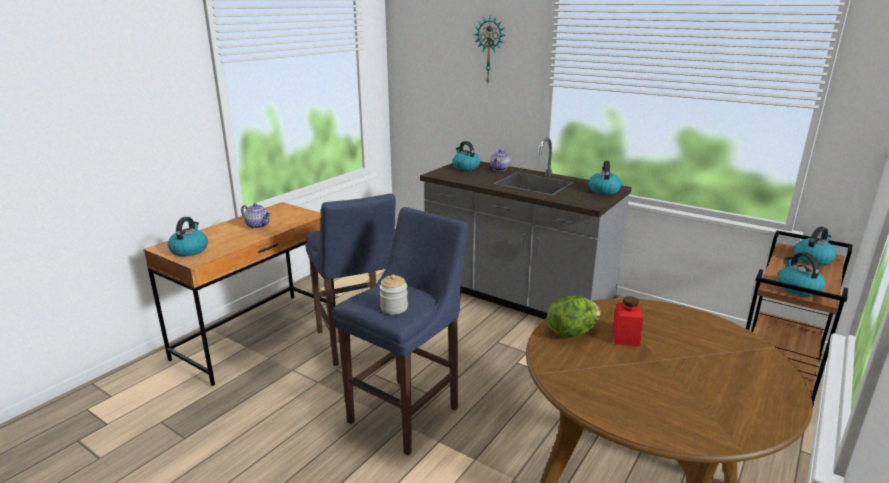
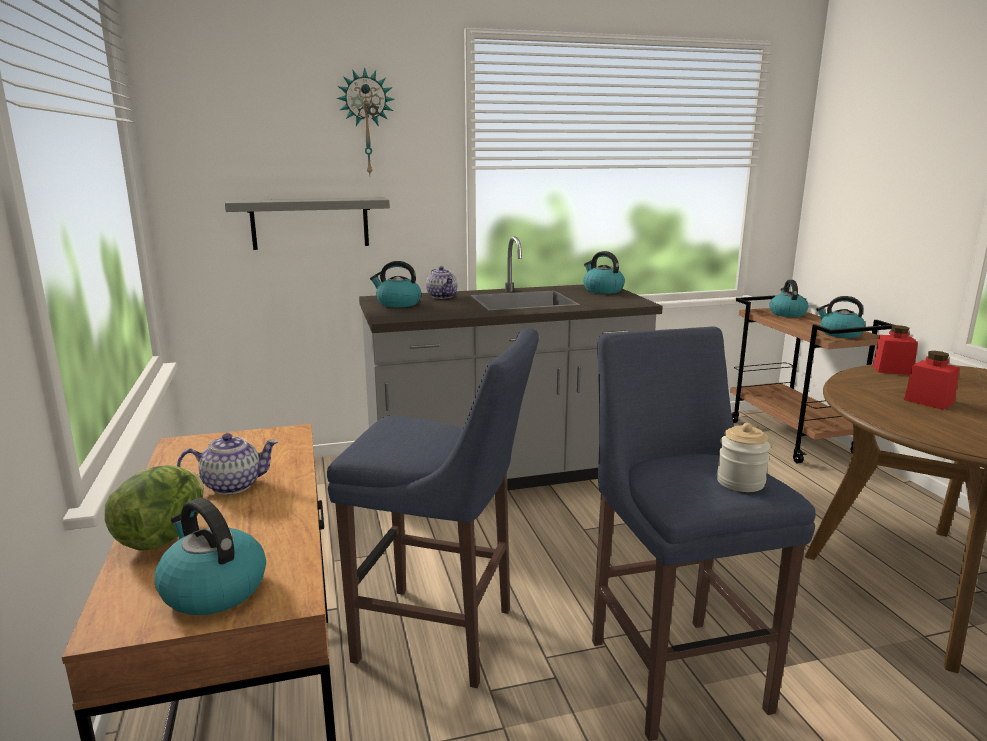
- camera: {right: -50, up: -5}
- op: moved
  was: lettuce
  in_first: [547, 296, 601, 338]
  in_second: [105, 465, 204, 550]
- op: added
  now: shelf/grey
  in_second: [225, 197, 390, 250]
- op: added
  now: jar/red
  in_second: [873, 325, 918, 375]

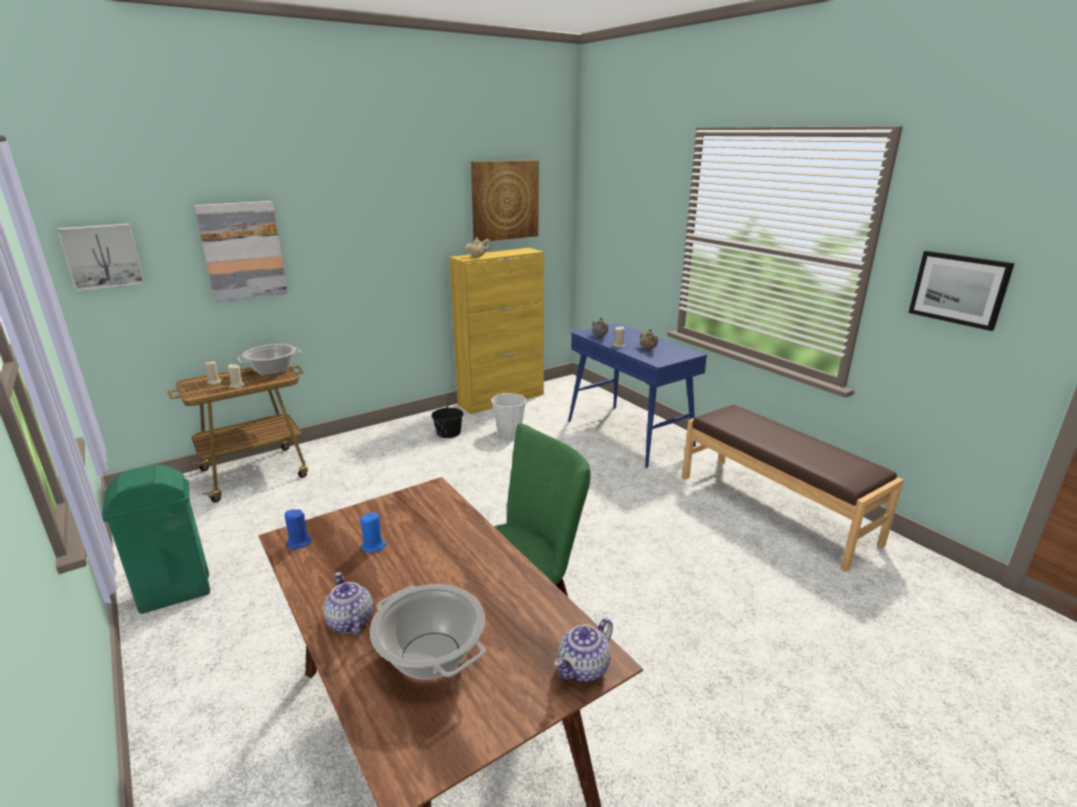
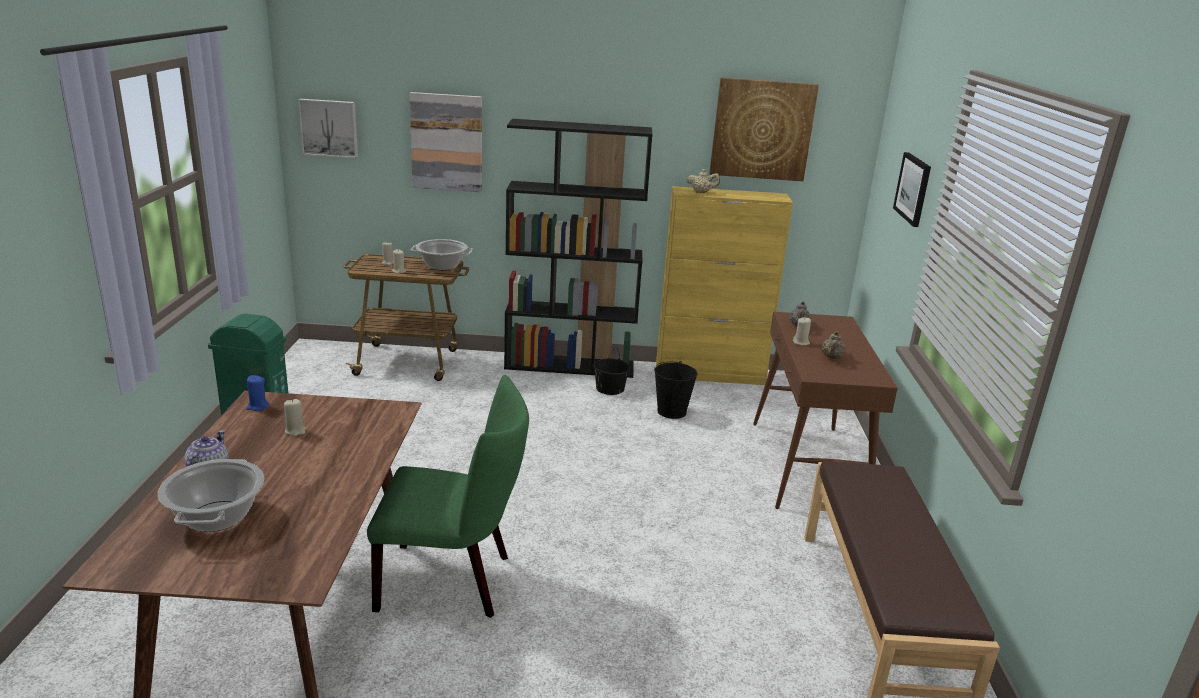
- camera: {right: 35, up: 0}
- op: moved
  was: picture
  in_first: [908, 251, 1015, 331]
  in_second: [893, 152, 931, 227]
- op: recoloured
  was: console table/blue
  now: console table/brown
  in_first: [568, 323, 707, 468]
  in_second: [753, 312, 898, 509]
- op: recoloured
  was: bucket/white
  now: bucket/black
  in_first: [491, 392, 526, 438]
  in_second: [654, 361, 697, 419]
- op: recoloured
  was: candle/blue
  now: candle/beige
  in_first: [360, 513, 387, 552]
  in_second: [284, 399, 306, 436]
- op: removed
  was: teapot
  in_first: [554, 618, 613, 682]
- op: added
  now: bookcase/black
  in_second: [504, 119, 653, 378]

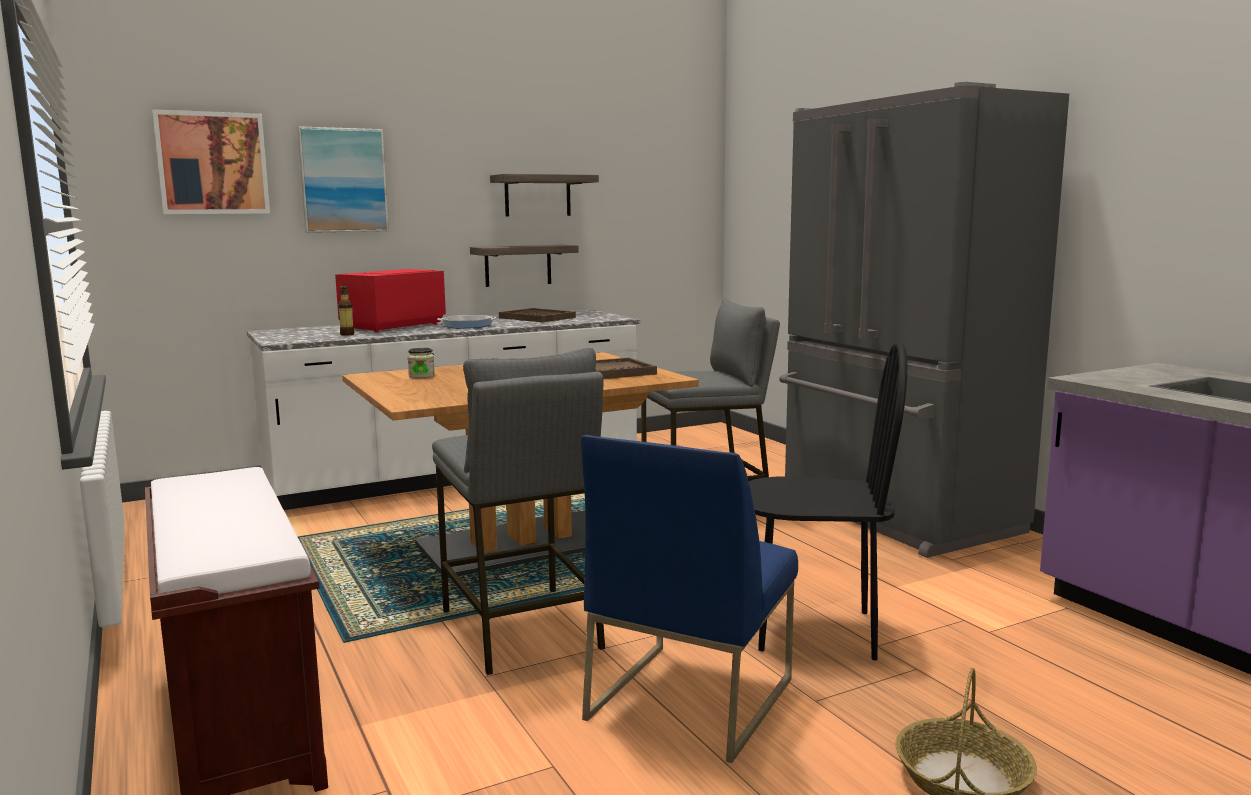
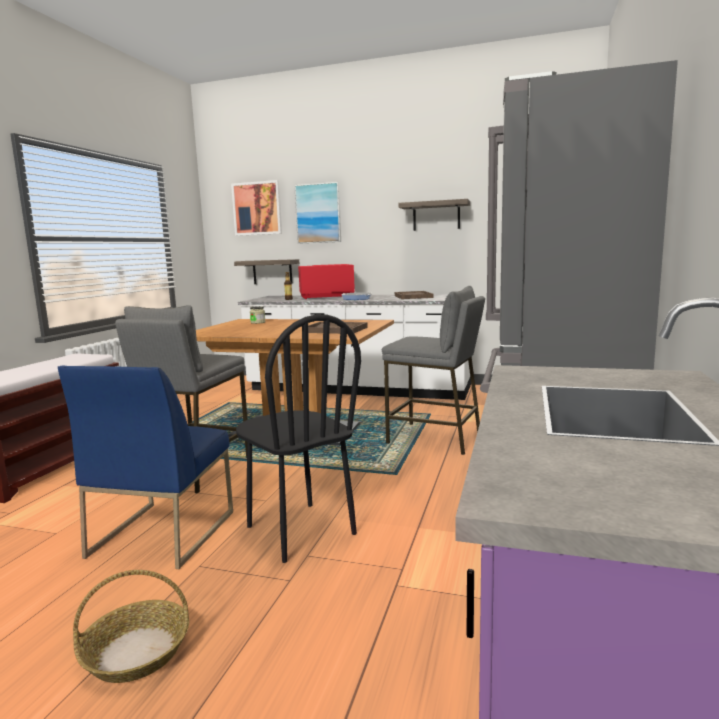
- camera: {right: 45, up: 0}
- op: moved
  was: shelf
  in_first: [470, 245, 579, 287]
  in_second: [234, 259, 299, 284]
- op: turned
  was: chair/blue
  in_first: [581, 435, 798, 763]
  in_second: [58, 366, 233, 569]
  clockwise: -60

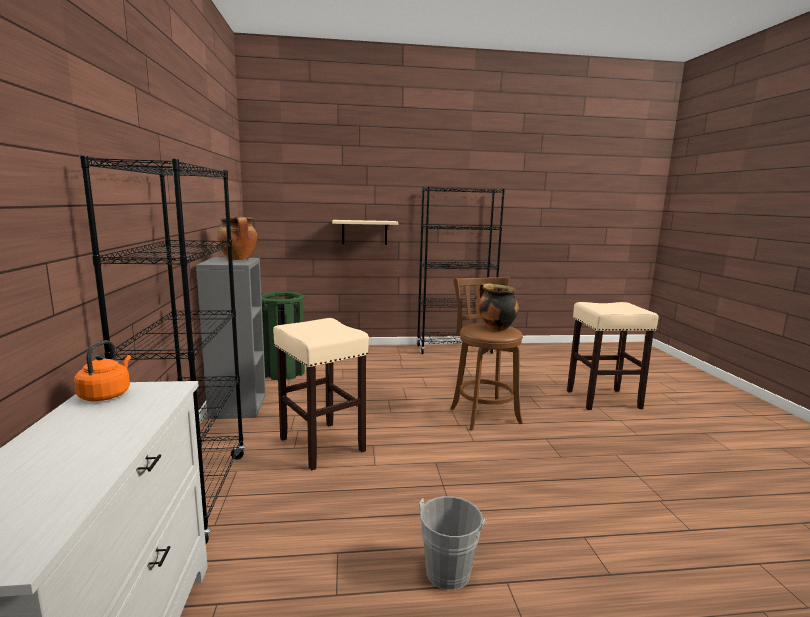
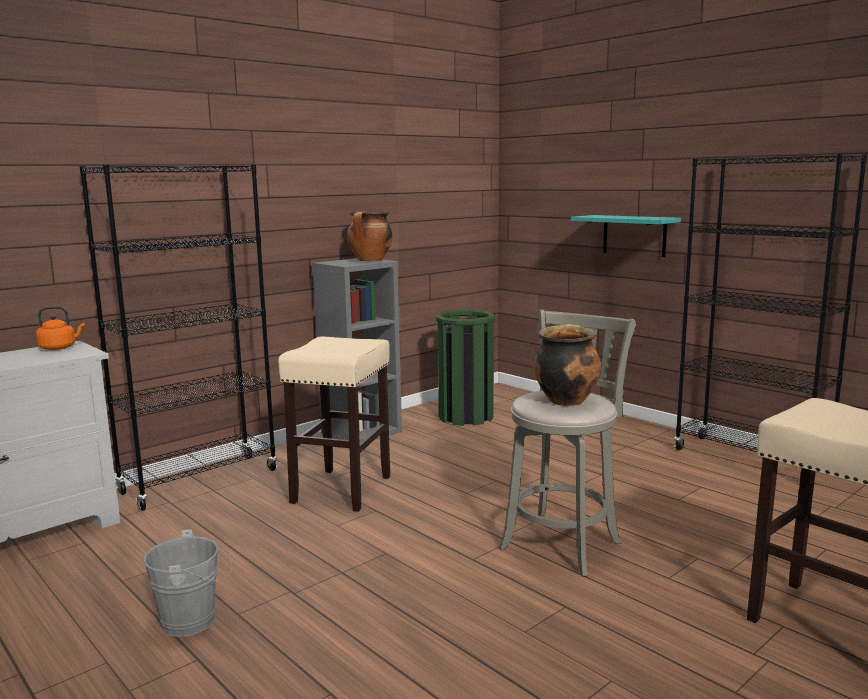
- camera: {right: 55, up: 0}
- op: recoloured
  was: shelf/beige
  now: shelf/turquoise
  in_first: [332, 220, 399, 245]
  in_second: [571, 215, 681, 257]
- op: recoloured
  was: stool/brown
  now: stool/grey
  in_first: [450, 276, 523, 431]
  in_second: [499, 310, 636, 577]

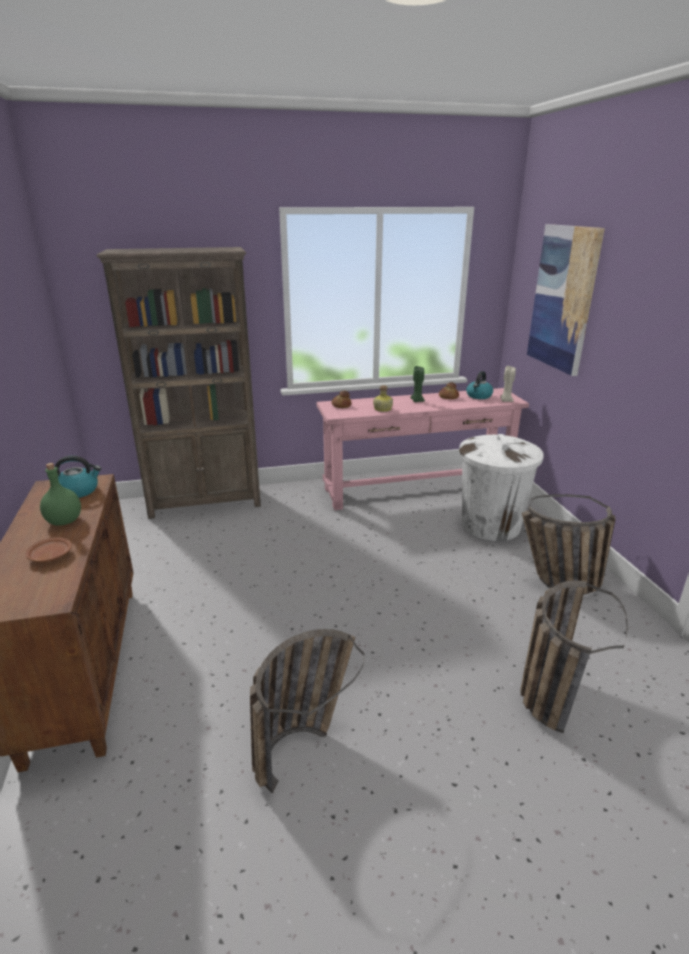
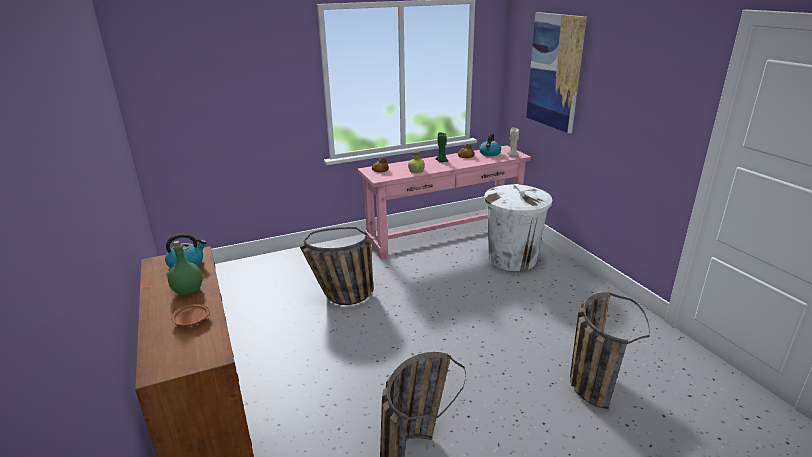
- camera: {right: -10, up: 0}
- op: removed
  was: bookcase/brown
  in_first: [97, 247, 261, 519]
- op: moved
  was: basket
  in_first: [522, 494, 616, 595]
  in_second: [299, 227, 374, 305]

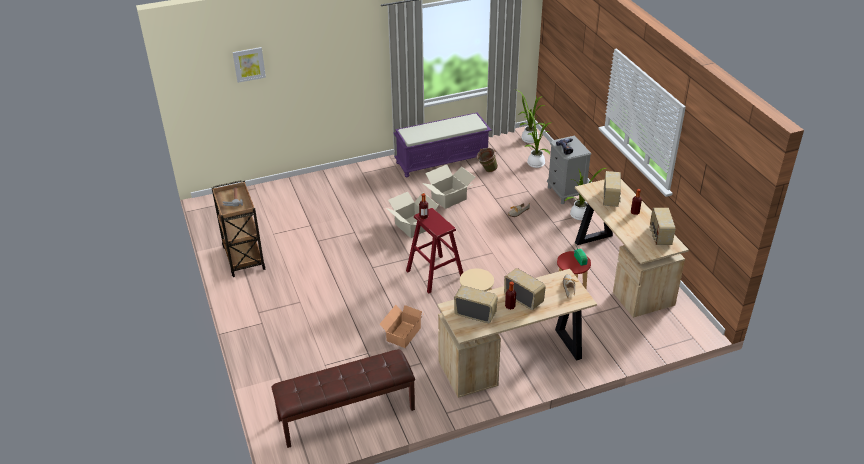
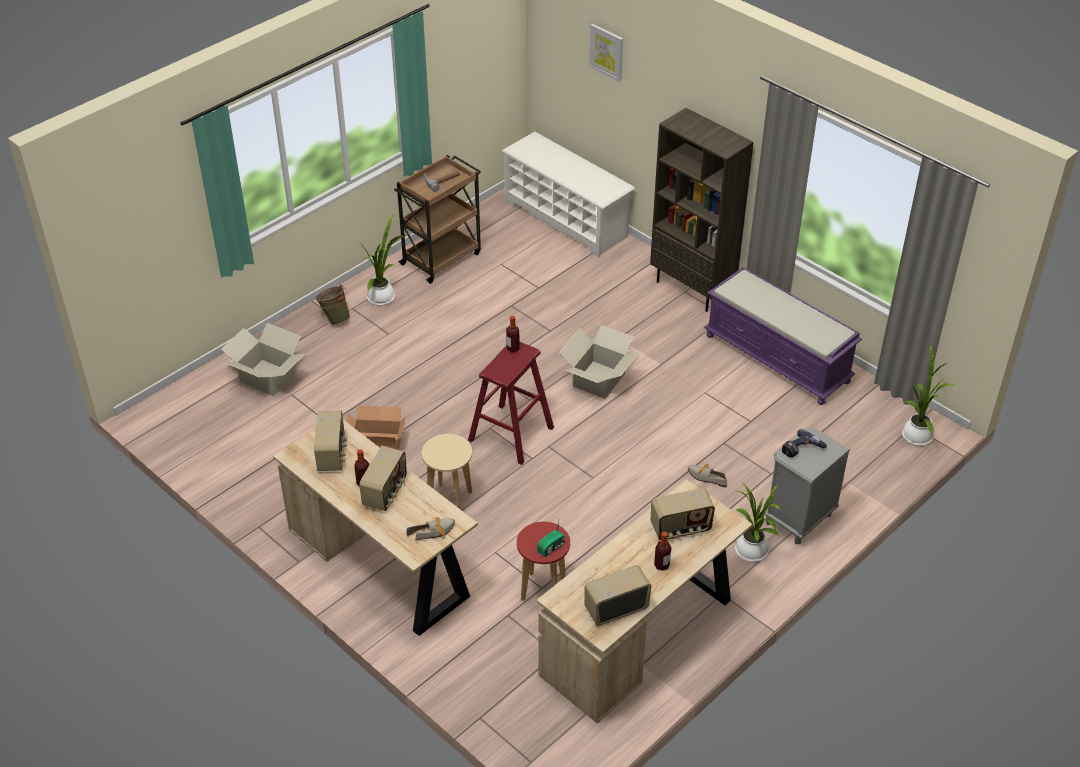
- camera: {right: 65, up: 5}
- op: moved
  was: potted plant
  in_first: [524, 109, 552, 168]
  in_second: [357, 215, 406, 306]
- op: moved
  was: bucket/green
  in_first: [477, 148, 498, 172]
  in_second: [316, 284, 350, 325]
- op: moved
  was: cardboard box
  in_first: [422, 165, 475, 209]
  in_second: [221, 323, 306, 396]
- op: removed
  was: bench/brown
  in_first: [271, 349, 415, 448]
- op: added
  now: bookcase/brown
  in_second: [650, 108, 754, 312]
- op: added
  now: shoe rack/white
  in_second: [502, 132, 635, 258]

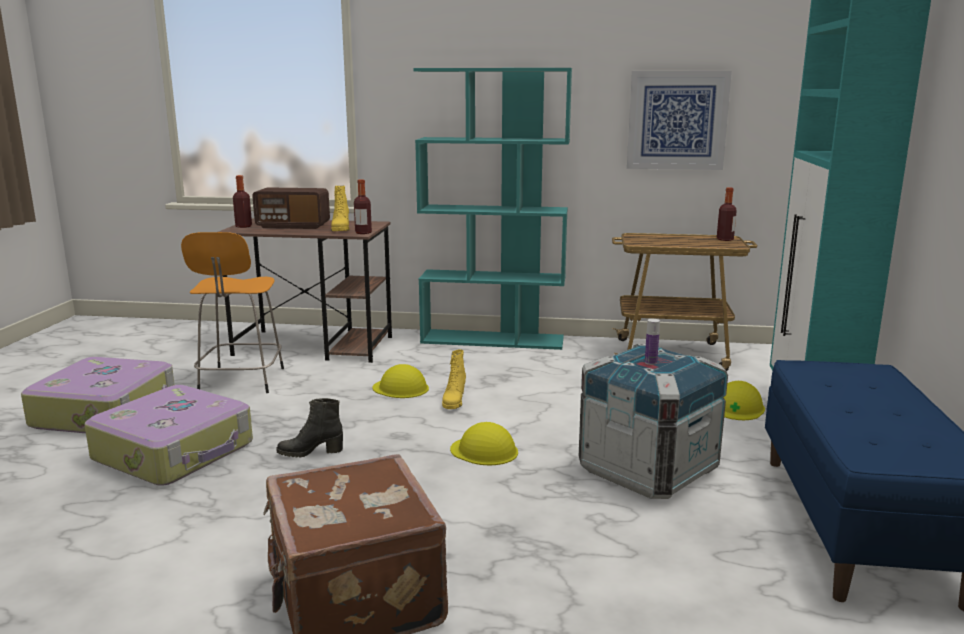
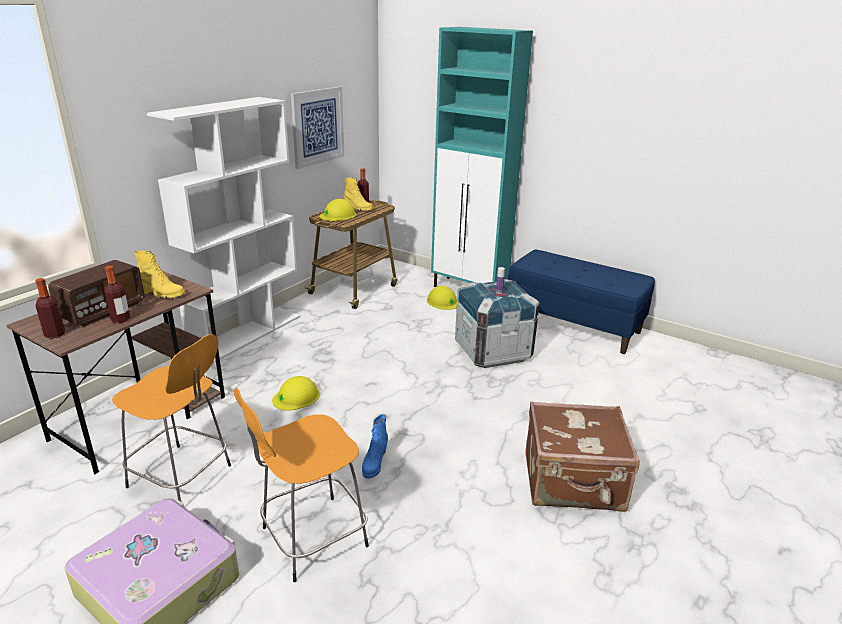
- camera: {right: -65, up: 10}
- op: recoloured
  was: bookcase/turquoise
  now: bookcase/white
  in_first: [413, 68, 572, 350]
  in_second: [147, 97, 300, 364]
- op: moved
  was: bottle
  in_first: [354, 179, 372, 234]
  in_second: [104, 265, 130, 323]
- op: moved
  was: boot/yellow
  in_first: [442, 350, 466, 409]
  in_second: [344, 177, 373, 211]
- op: replaced
  was: suitcase
  now: stool/orange
  in_first: [85, 385, 253, 486]
  in_second: [233, 388, 369, 582]
- op: recoloured
  was: boot/black
  now: boot/blue
  in_first: [277, 398, 343, 458]
  in_second: [362, 414, 388, 479]
- op: moved
  was: hard hat/yellow
  in_first: [450, 422, 518, 465]
  in_second: [319, 199, 357, 221]

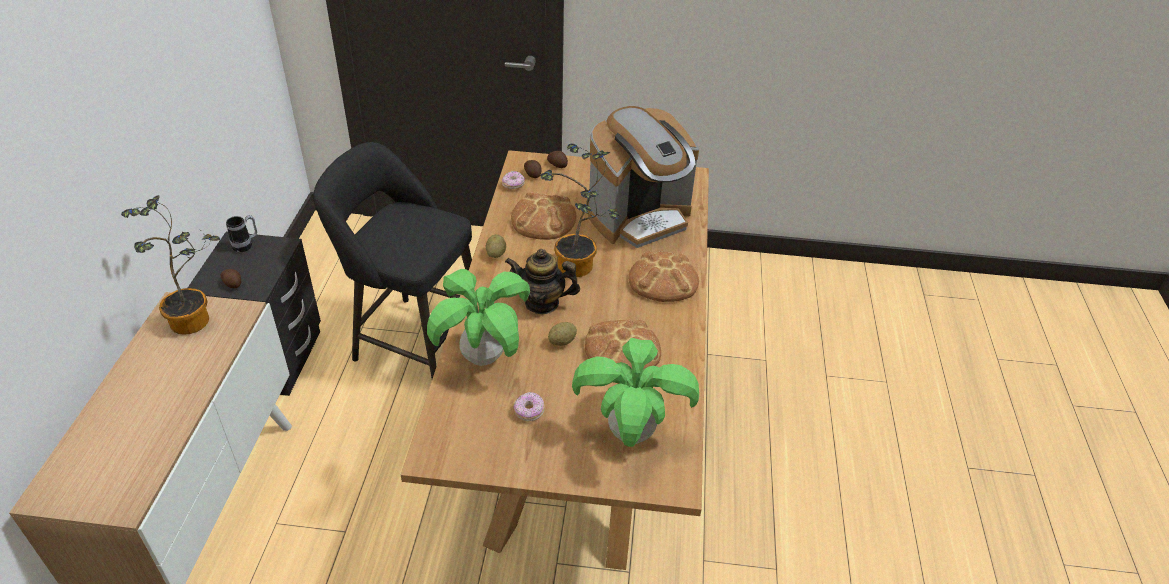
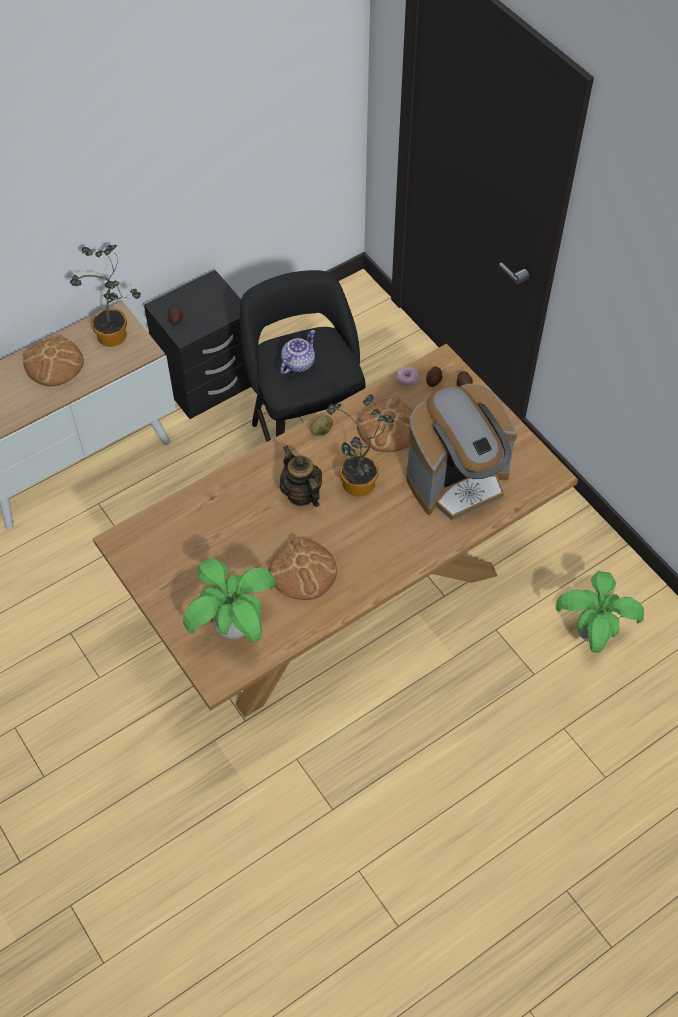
- camera: {right: 50, up: 15}
- op: turned
  was: coffee machine
  in_first: [588, 106, 699, 248]
  in_second: [406, 384, 517, 521]
  clockwise: -45
- op: removed
  was: mug
  in_first: [226, 215, 257, 252]
- op: moved
  was: bread
  in_first: [629, 251, 699, 302]
  in_second: [23, 336, 84, 387]
- op: moved
  was: potted plant
  in_first: [427, 269, 530, 366]
  in_second: [556, 571, 644, 653]
- op: removed
  was: potato
  in_first: [548, 322, 577, 346]
- op: removed
  was: donut
  in_first: [514, 392, 545, 421]
- op: added
  now: teapot
  in_second: [280, 330, 315, 374]

